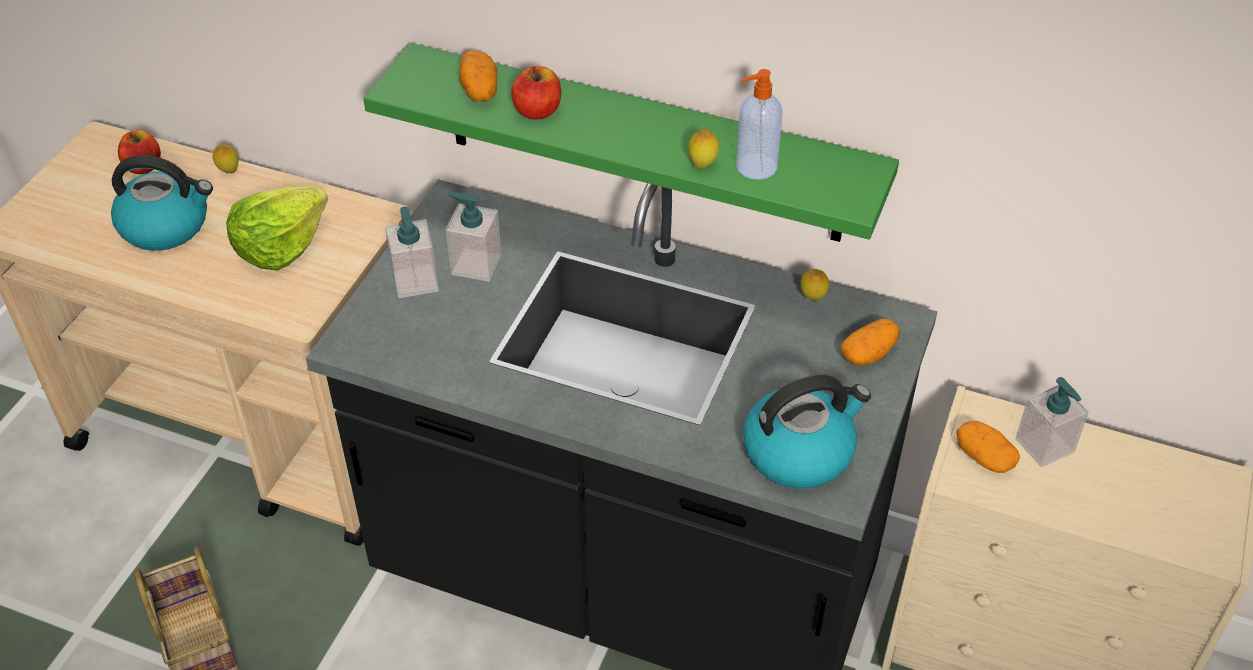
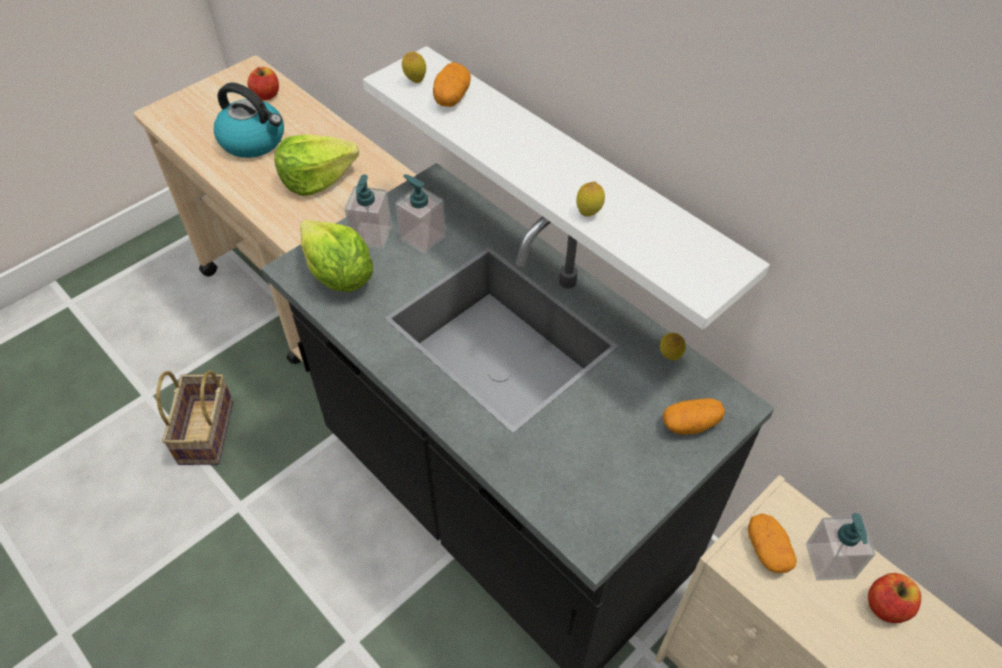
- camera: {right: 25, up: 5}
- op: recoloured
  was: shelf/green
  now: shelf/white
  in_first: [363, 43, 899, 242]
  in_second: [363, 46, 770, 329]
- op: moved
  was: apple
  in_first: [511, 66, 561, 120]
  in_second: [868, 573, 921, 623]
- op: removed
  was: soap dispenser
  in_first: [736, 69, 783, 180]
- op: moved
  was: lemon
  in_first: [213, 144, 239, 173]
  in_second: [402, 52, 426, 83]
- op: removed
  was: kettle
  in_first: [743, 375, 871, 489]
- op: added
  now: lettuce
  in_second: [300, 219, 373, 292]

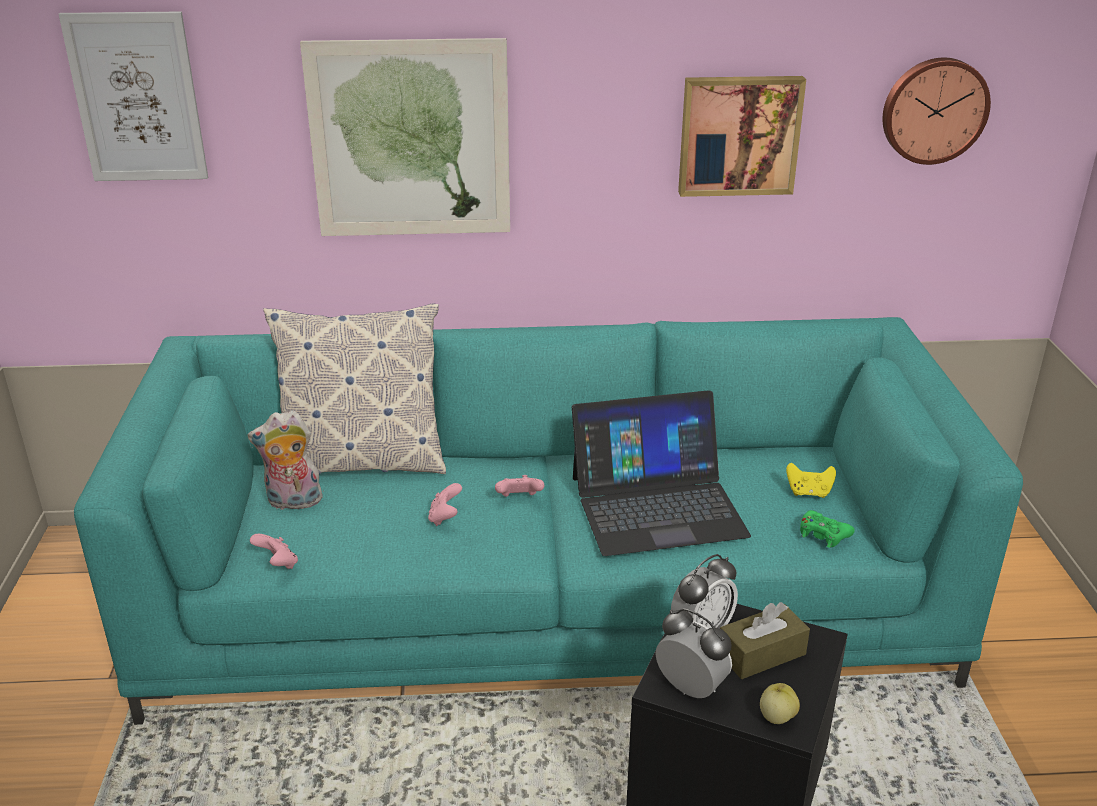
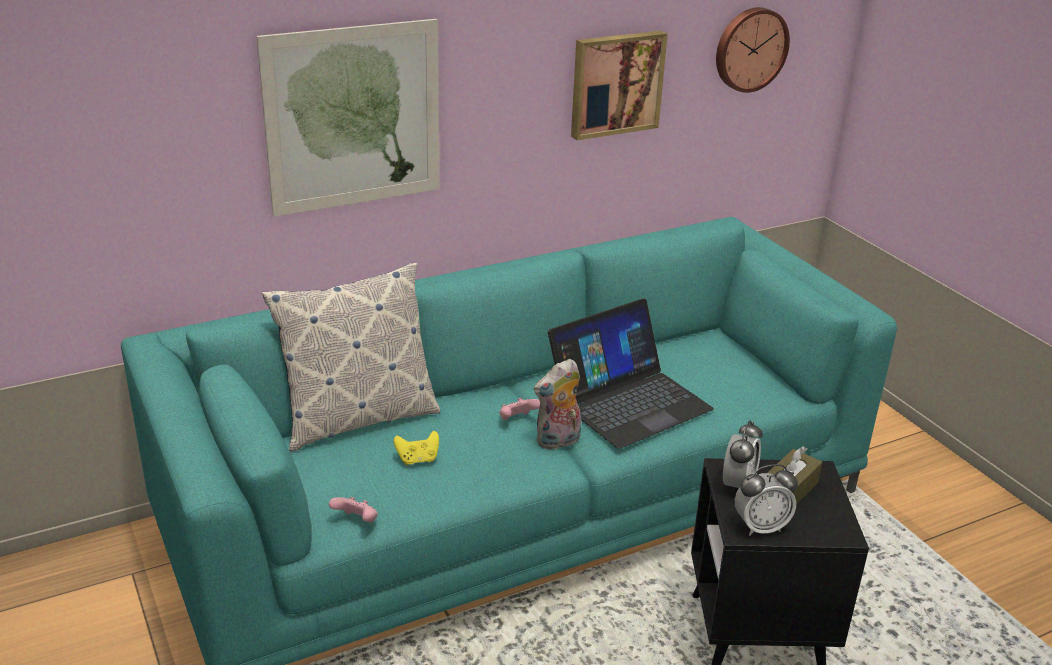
- camera: {right: -25, up: 0}
- op: removed
  was: picture
  in_first: [59, 11, 208, 181]
- op: moved
  was: plush toy
  in_first: [247, 410, 324, 510]
  in_second: [534, 359, 581, 451]
- op: moved
  was: game controller/yellow
  in_first: [786, 463, 836, 498]
  in_second: [394, 431, 439, 465]
- op: removed
  was: game controller/pink
  in_first: [428, 483, 462, 526]
- op: removed
  was: game controller/green
  in_first: [800, 510, 855, 548]
- op: turned
  was: alarm clock
  in_first: [655, 608, 732, 698]
  in_second: [735, 464, 798, 536]
  clockwise: 150
- op: removed
  was: apple
  in_first: [760, 683, 800, 724]

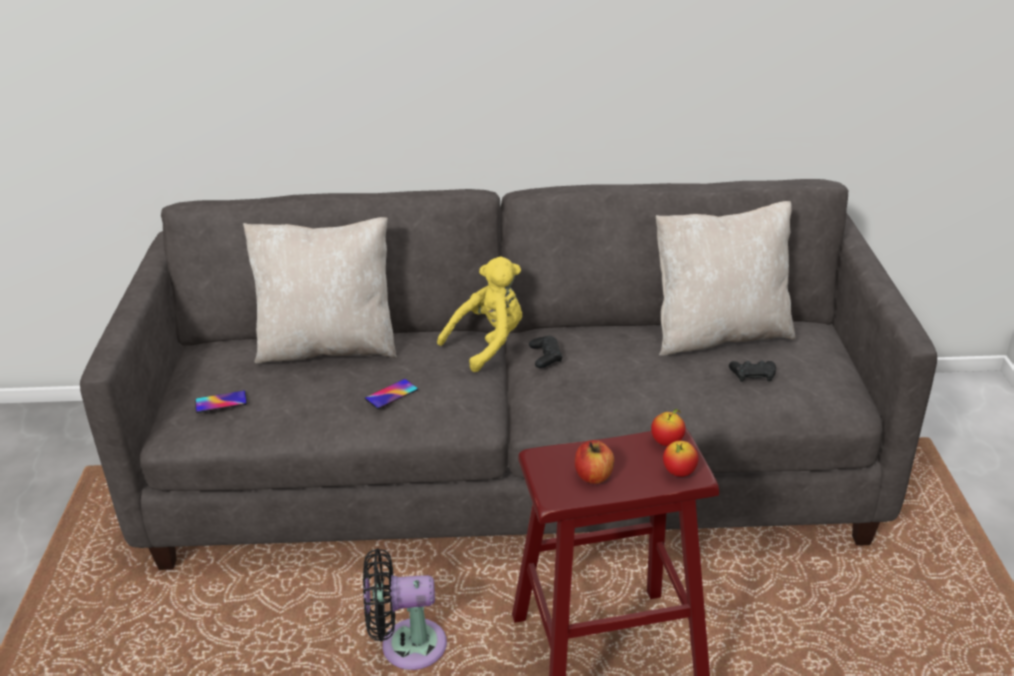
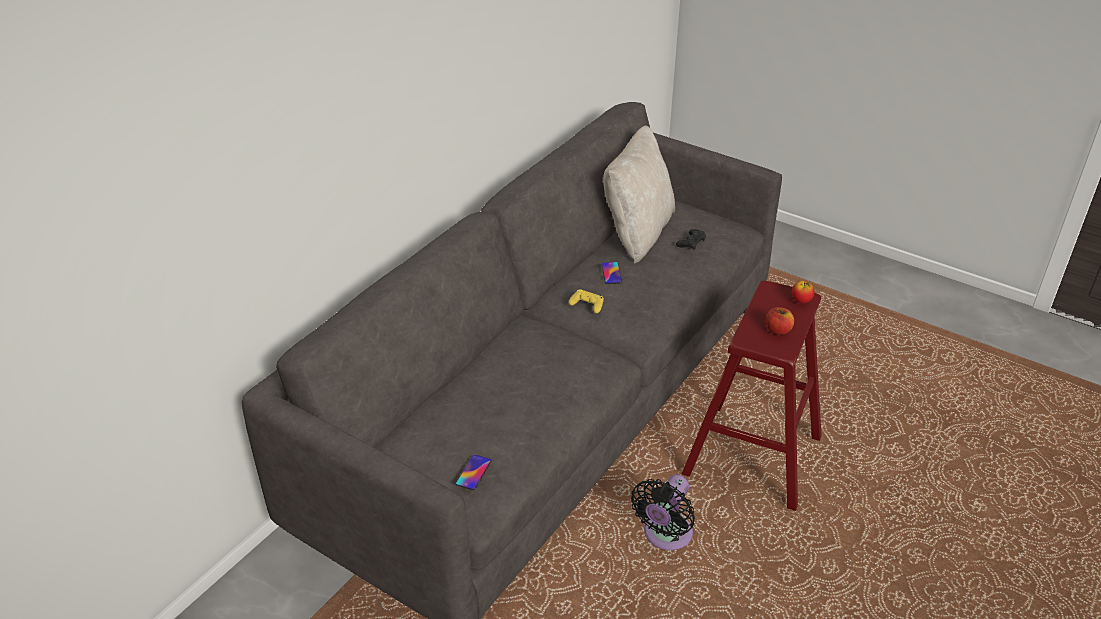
- camera: {right: -55, up: 5}
- op: removed
  was: pillow/beige
  in_first: [243, 217, 397, 363]
- op: removed
  was: plush toy/yellow
  in_first: [437, 257, 522, 372]
- op: recoloured
  was: game controller/black
  now: game controller/yellow
  in_first: [529, 336, 563, 368]
  in_second: [569, 290, 604, 313]
- op: moved
  was: phone
  in_first: [365, 379, 418, 409]
  in_second: [601, 262, 622, 284]
- op: removed
  was: apple
  in_first: [651, 409, 685, 446]

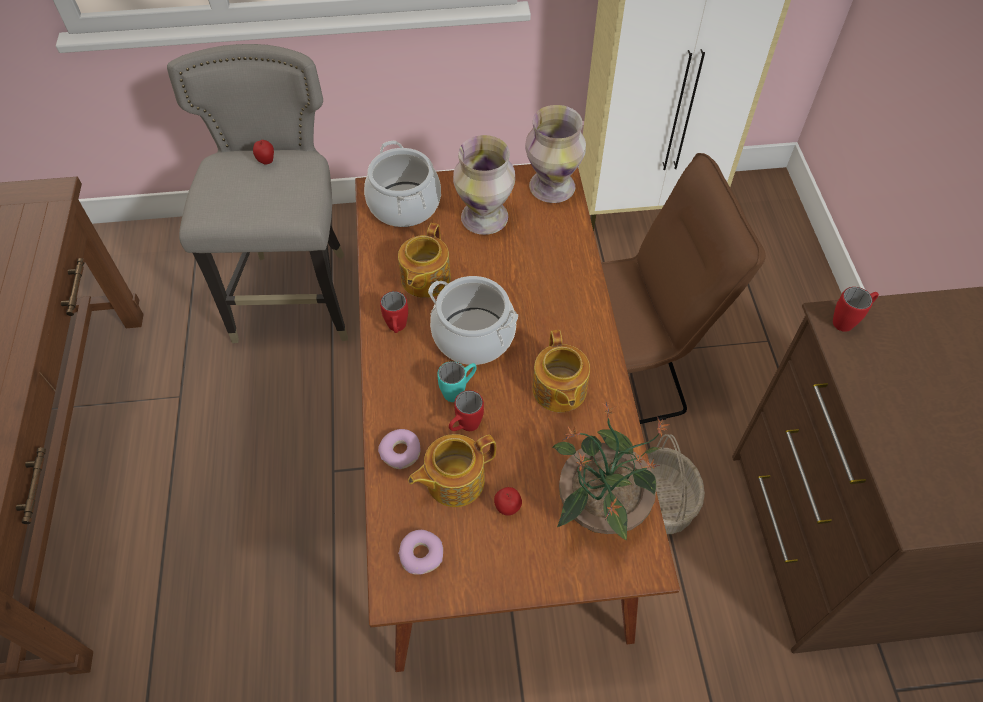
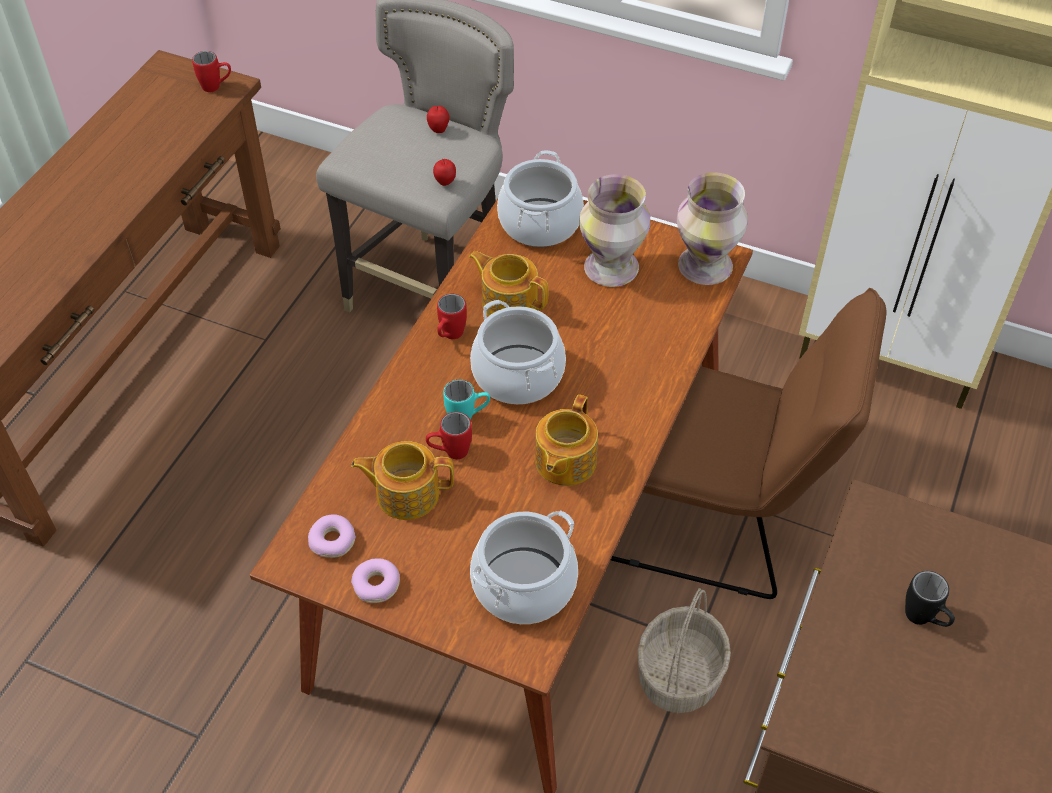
- camera: {right: 30, up: -5}
- op: turned
  was: teapot
  in_first: [398, 223, 451, 298]
  in_second: [469, 251, 548, 316]
  clockwise: 75
- op: moved
  was: mug/red
  in_first: [833, 287, 879, 332]
  in_second: [192, 51, 231, 92]
- op: replaced
  was: potted plant
  now: cooking pot
  in_first: [552, 402, 670, 540]
  in_second: [470, 510, 578, 624]
- op: moved
  was: donut
  in_first: [378, 429, 421, 469]
  in_second: [351, 558, 400, 603]
- op: moved
  was: apple
  in_first: [494, 487, 522, 516]
  in_second: [433, 159, 456, 186]
- op: added
  now: mug/black
  in_second: [905, 571, 955, 627]

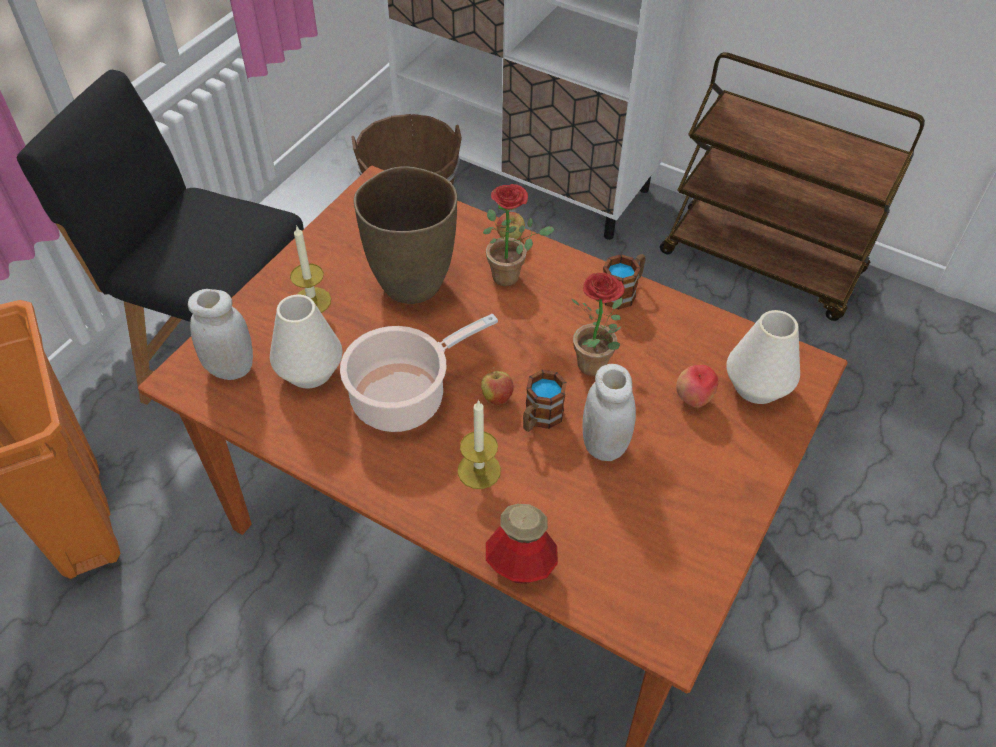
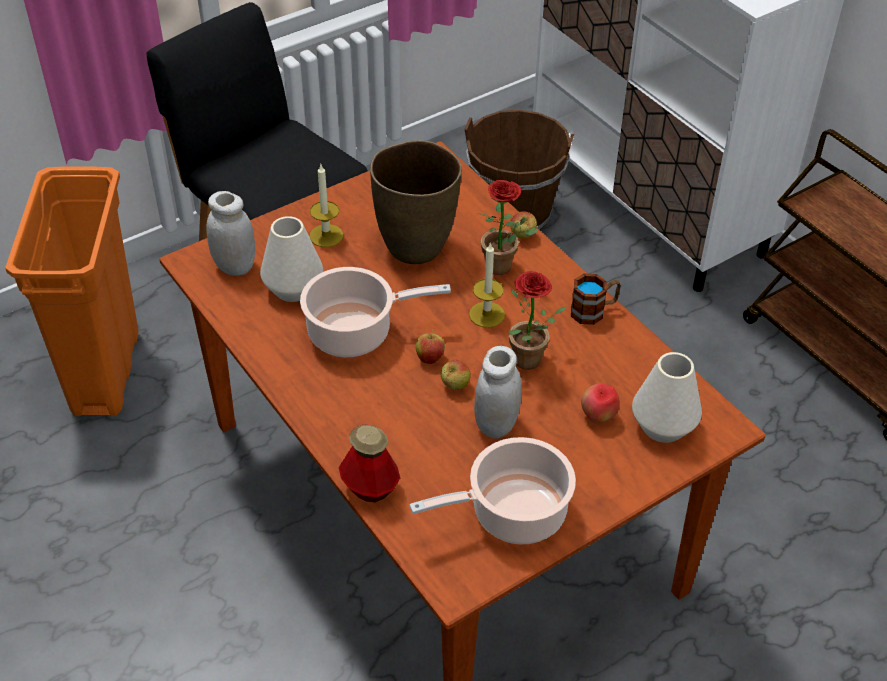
- camera: {right: 25, up: -5}
- op: replaced
  was: mug
  now: apple
  in_first: [523, 370, 567, 432]
  in_second: [441, 360, 471, 390]
- op: moved
  was: candle
  in_first: [458, 400, 501, 489]
  in_second: [469, 242, 505, 328]
- op: added
  now: cooking pot
  in_second: [409, 437, 576, 544]

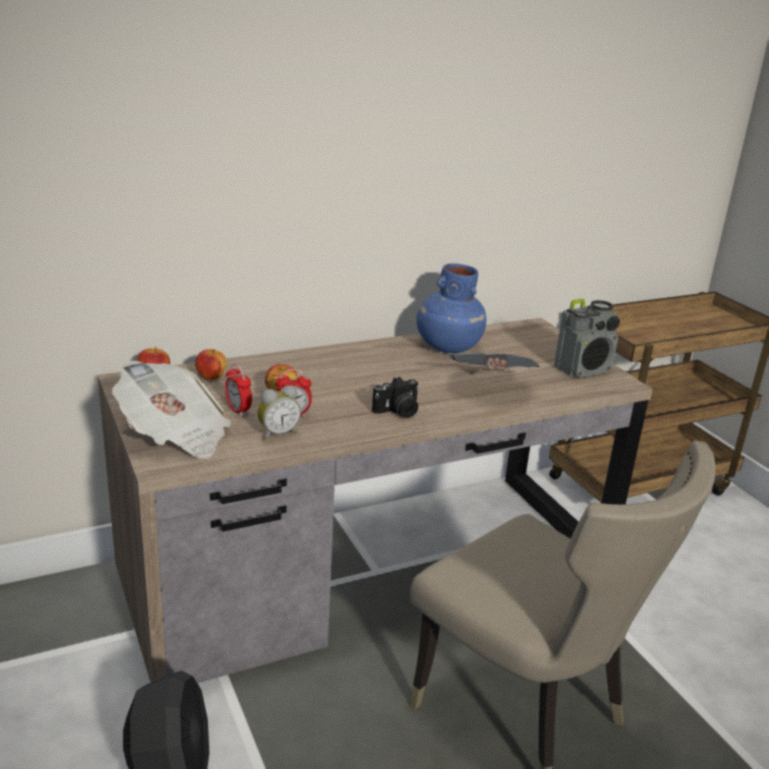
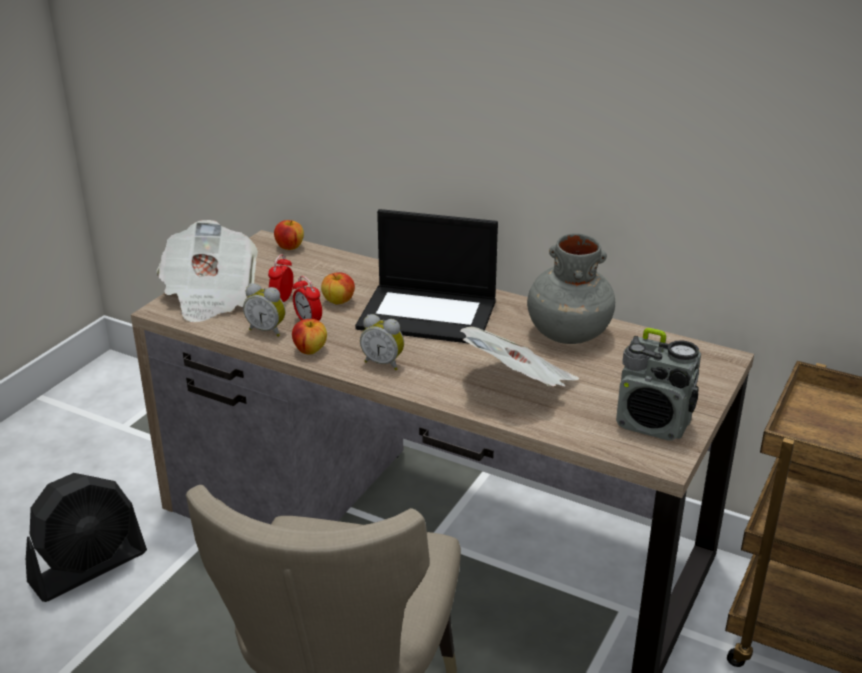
- camera: {right: 55, up: 5}
- op: recoloured
  was: vase/blue
  now: vase/grey
  in_first: [416, 263, 486, 353]
  in_second: [527, 233, 615, 344]
- op: moved
  was: apple
  in_first: [195, 349, 227, 380]
  in_second: [292, 319, 327, 354]
- op: replaced
  was: photo camera
  now: alarm clock
  in_first: [372, 377, 419, 418]
  in_second: [360, 314, 404, 370]
- op: added
  now: laptop
  in_second: [355, 209, 498, 343]

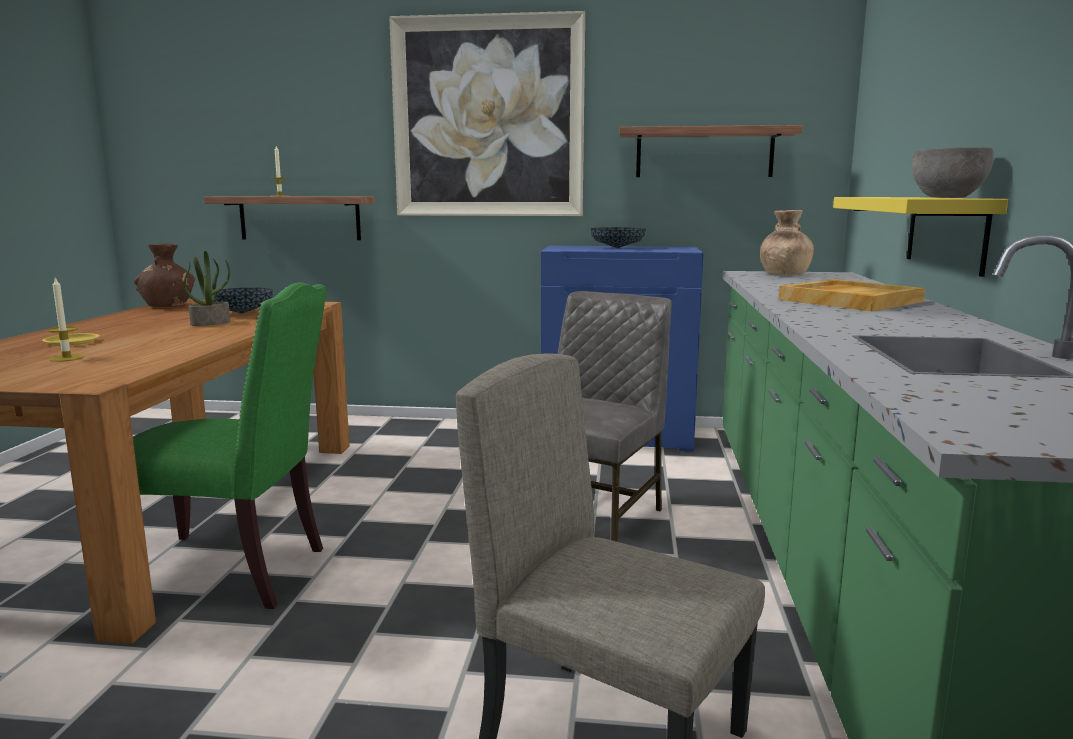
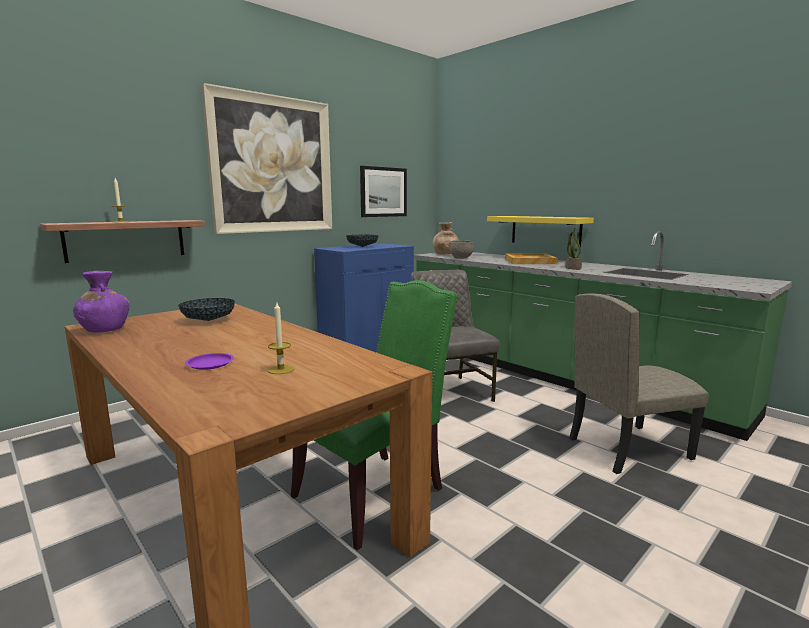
- camera: {right: -50, up: 0}
- op: replaced
  was: shelf
  now: picture
  in_first: [620, 125, 803, 177]
  in_second: [360, 166, 407, 217]
- op: moved
  was: bowl/grey
  in_first: [912, 147, 994, 198]
  in_second: [449, 240, 475, 259]
- op: recoloured
  was: vase/brown
  now: vase/purple
  in_first: [134, 243, 195, 307]
  in_second: [73, 271, 129, 333]
- op: moved
  was: potted plant
  in_first: [183, 251, 230, 326]
  in_second: [565, 227, 582, 270]
- op: recoloured
  was: plate/yellow
  now: plate/purple
  in_first: [42, 333, 100, 346]
  in_second: [185, 353, 234, 370]

